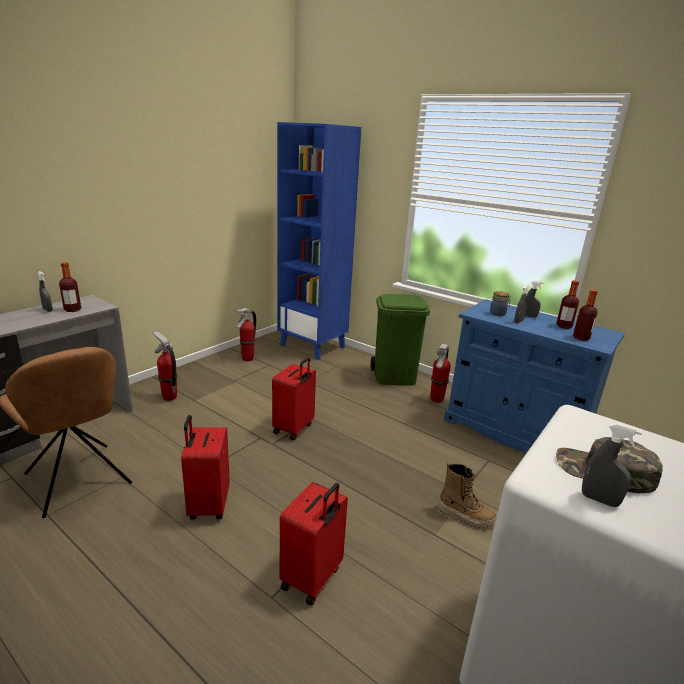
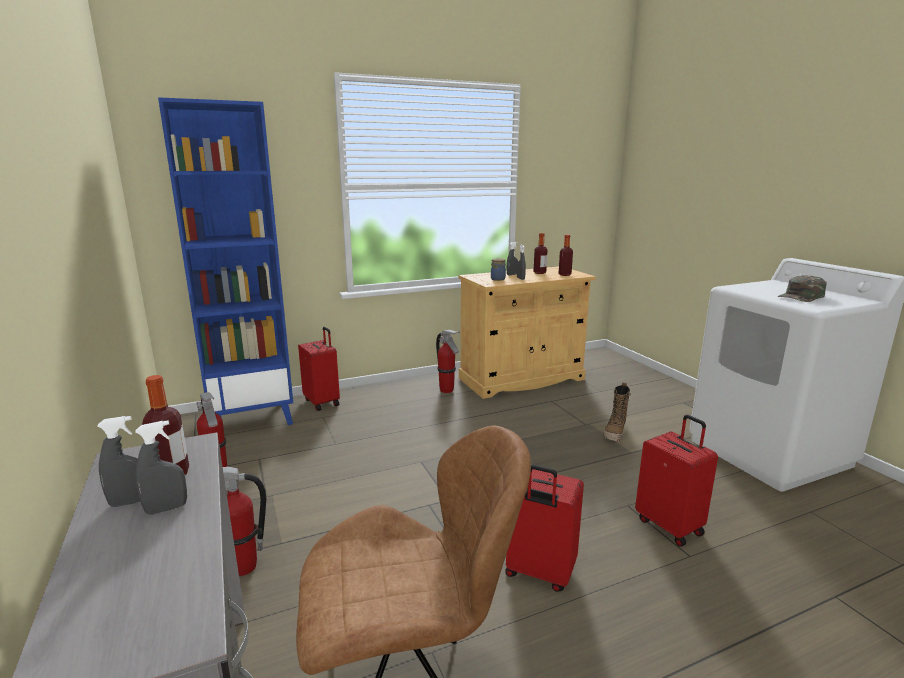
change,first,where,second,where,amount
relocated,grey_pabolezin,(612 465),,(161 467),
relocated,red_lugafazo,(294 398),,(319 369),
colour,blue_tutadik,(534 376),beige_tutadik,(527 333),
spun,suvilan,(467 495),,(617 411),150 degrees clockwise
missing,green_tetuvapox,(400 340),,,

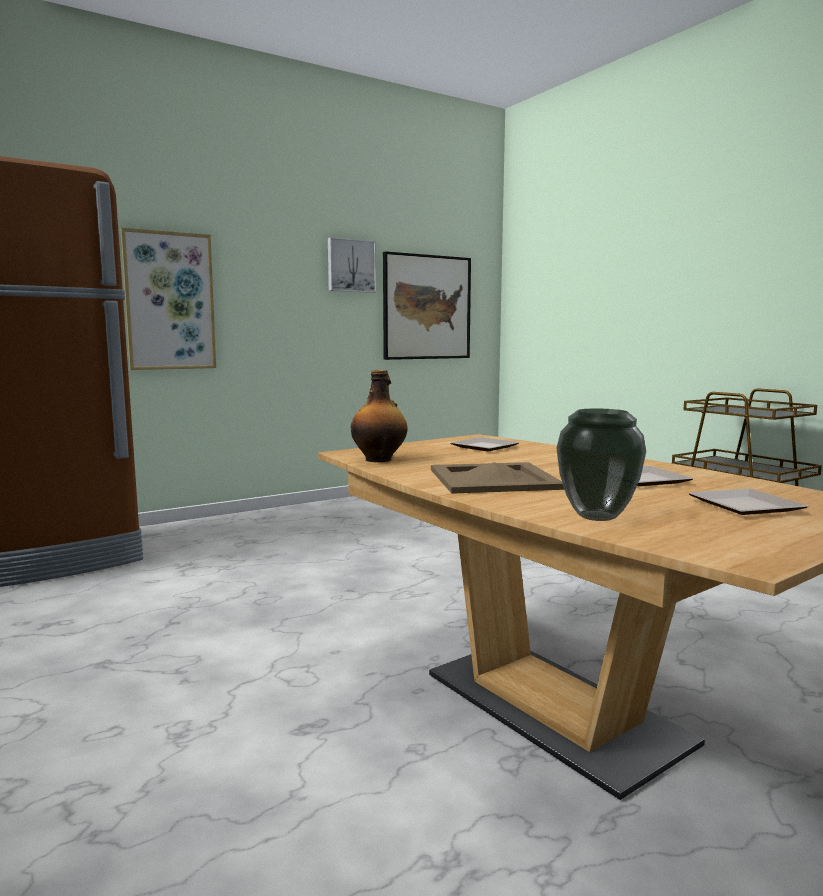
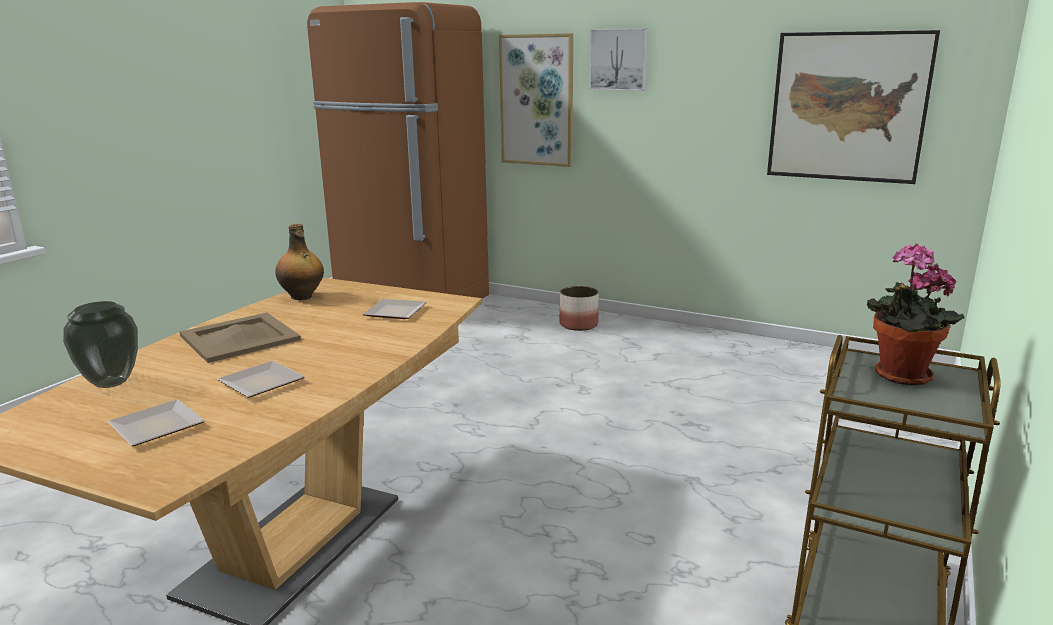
change,first,where,second,where,amount
appeared,,,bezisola,(579 308),
relocated,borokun,(352 265),,(618 59),
appeared,,,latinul,(915 314),

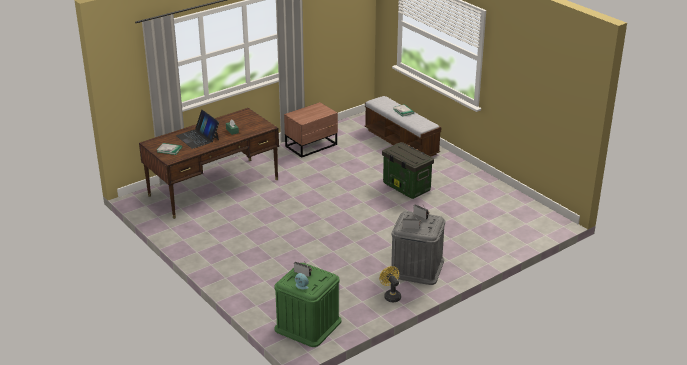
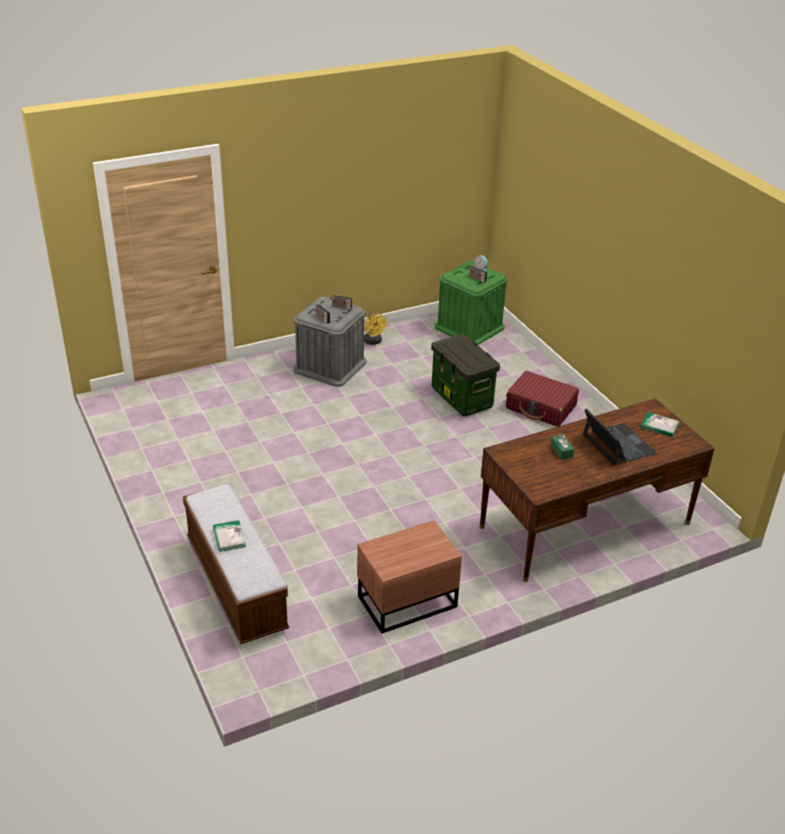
change,first,where,second,where,amount
relocated,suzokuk,(408 170),,(465 375),
appeared,,,red_lugafazo,(542 399),

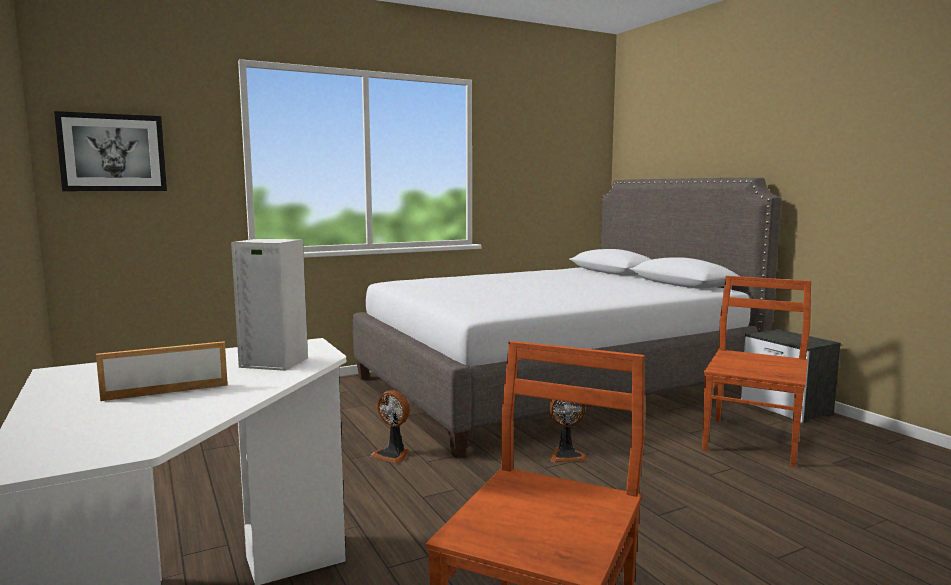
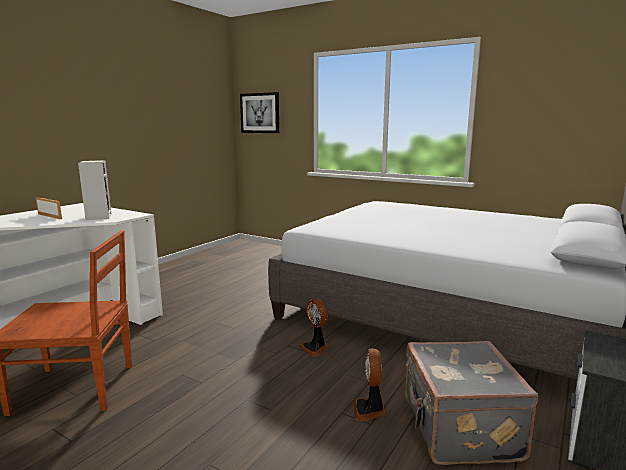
change,first,where,second,where,amount
relocated,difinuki,(390 427),,(369 385),
exchanged,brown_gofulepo,(756 371),grey_lugafazo,(471 403),

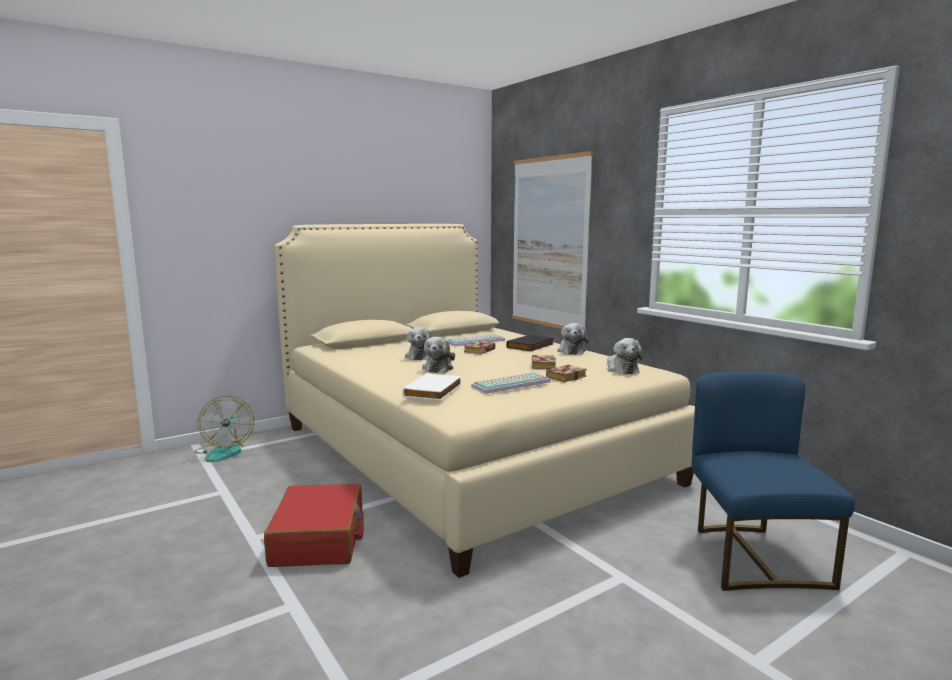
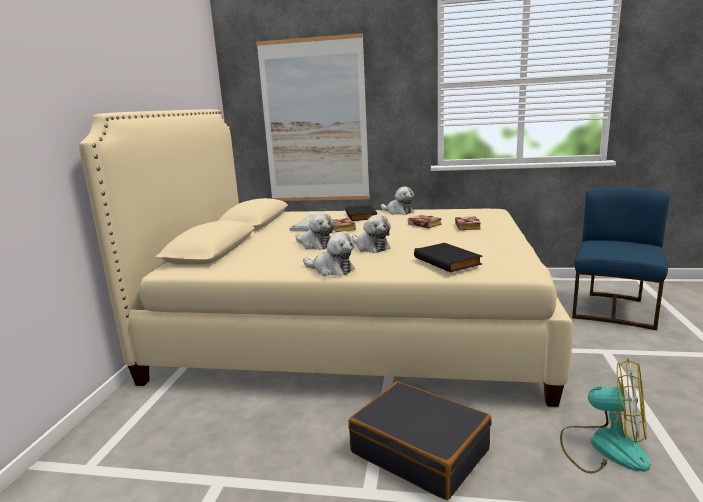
change,first,where,second,where,amount
relocated,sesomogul,(624 356),,(329 254),
colour,red_lugafazo,(314 525),black_lugafazo,(420 440),
colour,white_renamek,(432 387),black_renamek,(448 257),
relocated,difinuki,(224 429),,(605 415),
spun,blue_gofulepo,(773 481),,(621 258),75 degrees clockwise
missing,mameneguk,(511 383),,,

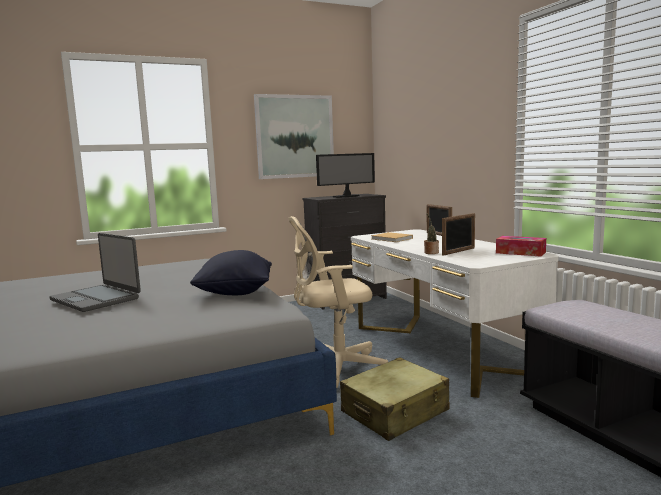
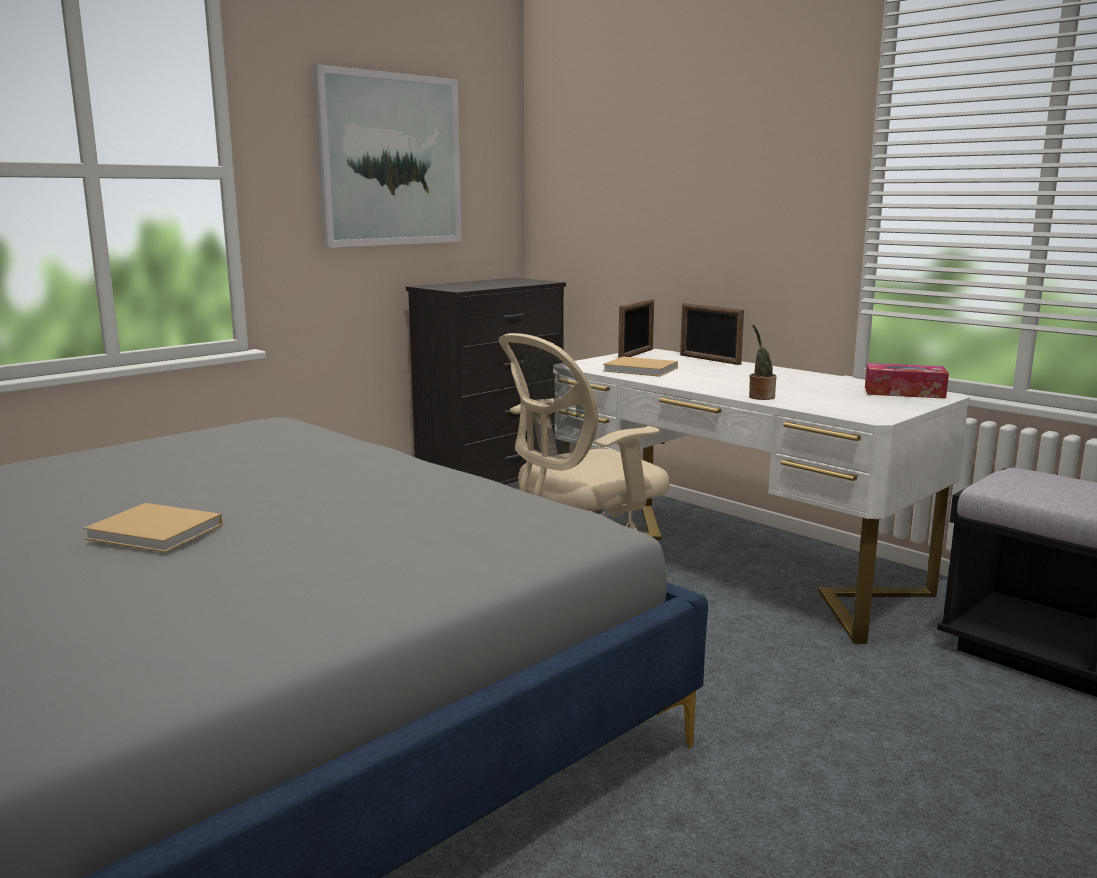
change,first,where,second,where,amount
exchanged,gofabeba,(95 272),beige_renamek,(153 528),
relocated,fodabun,(458 234),,(636 328),
missing,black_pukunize,(231 272),,,
missing,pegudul,(345 175),,,
missing,beige_lugafazo,(395 399),,,

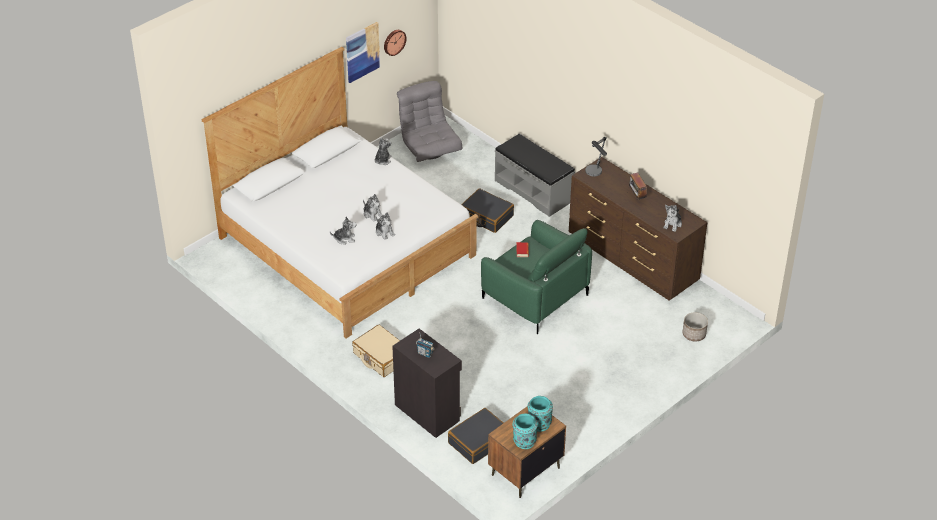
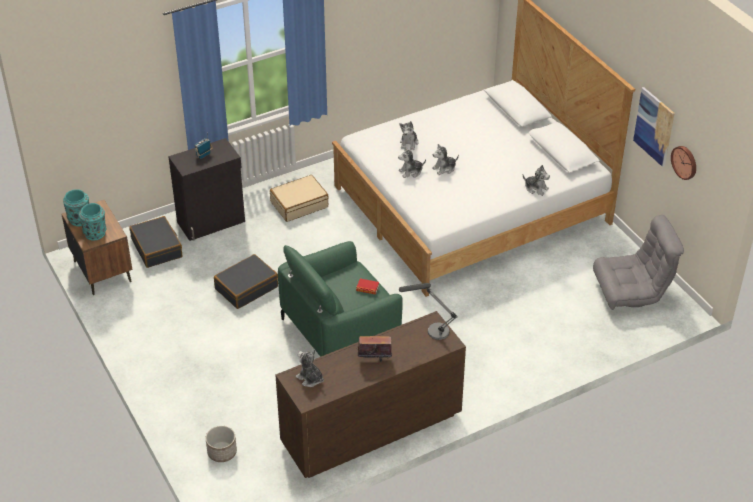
change,first,where,second,where,amount
relocated,black_lugafazo,(487 210),,(246 281),
missing,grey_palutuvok,(535 175),,,

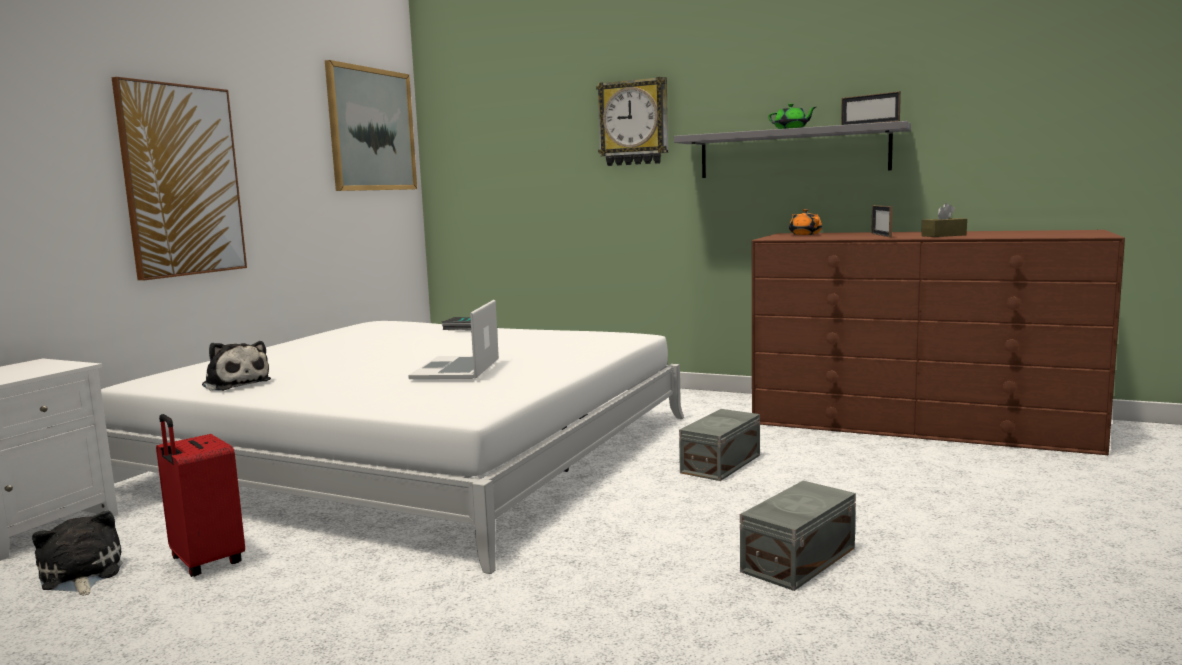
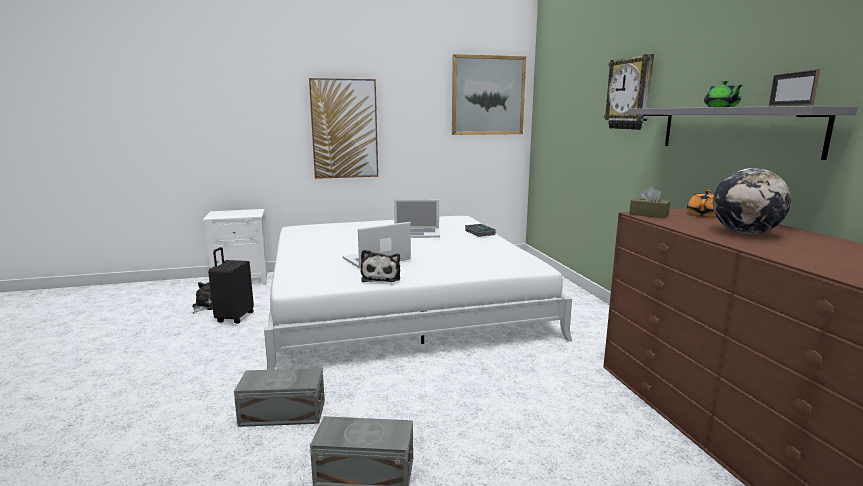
change,first,where,second,where,amount
colour,red_lugafazo,(200 495),black_lugafazo,(231 285),
relocated,grey_suzokuk,(719 445),,(279 397),
relocated,sesomogul,(236 366),,(380 266),
appeared,,,gofabeba,(417 219),
relocated,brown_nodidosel,(944 220),,(650 202),
exchanged,fodabun,(882 221),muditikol,(752 201),

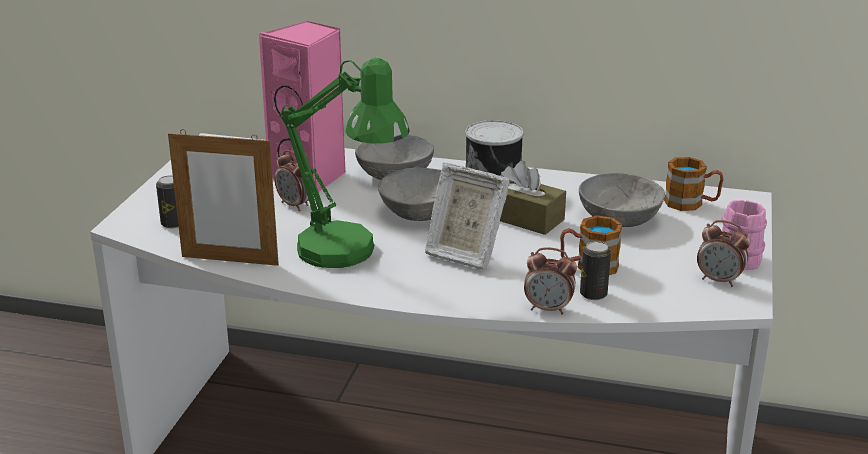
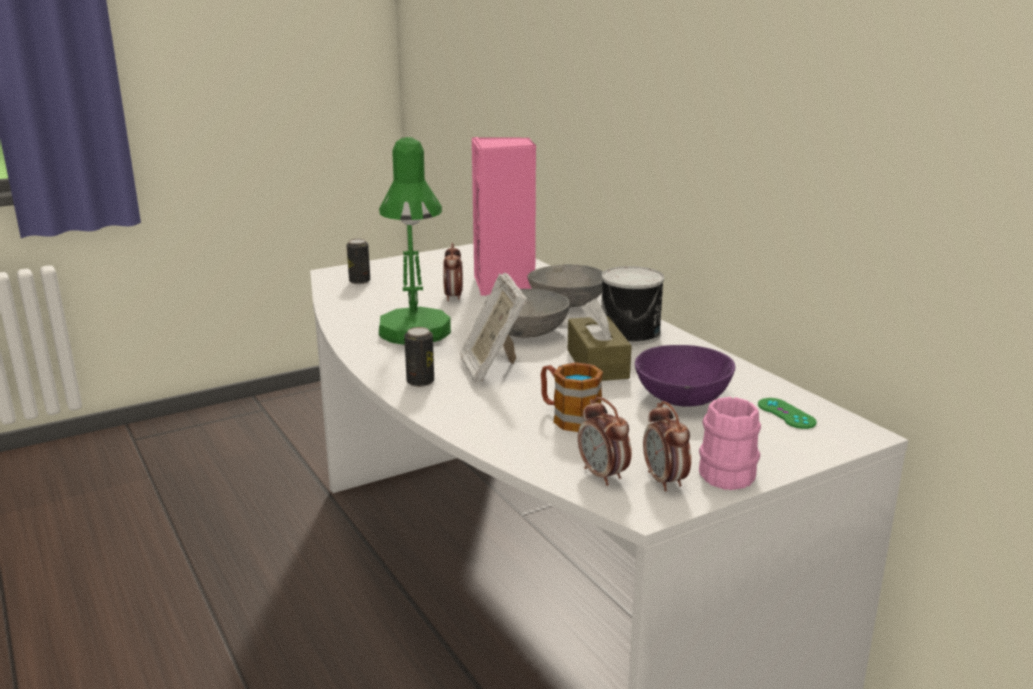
change,first,where,second,where,amount
relocated,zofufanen,(595 270),,(419 357),
relocated,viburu,(550 281),,(605 441),
colour,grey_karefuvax,(622 200),purple_karefuvax,(685 376),
exchanged,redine,(693 184),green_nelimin,(787 413),
missing,fodabun,(223 197),,,

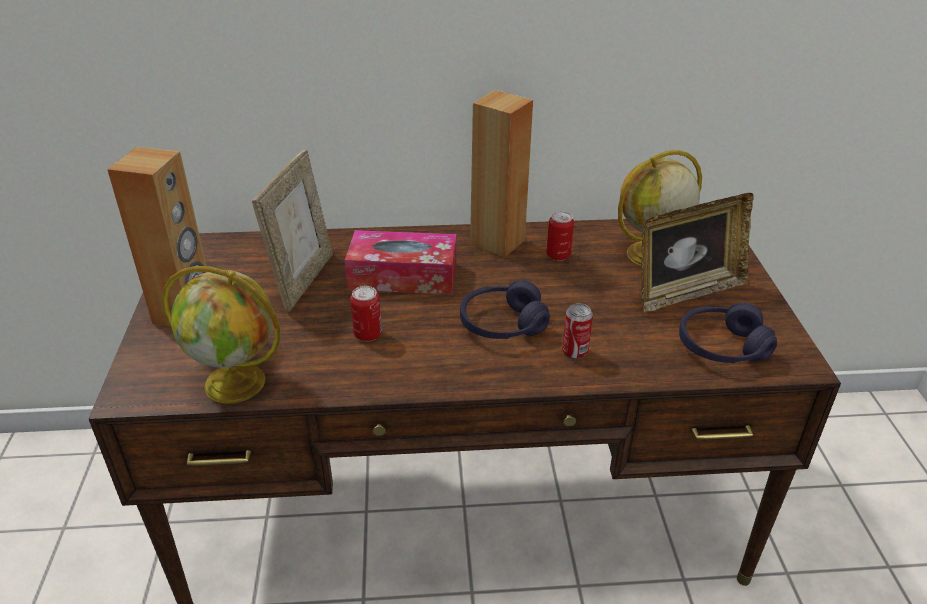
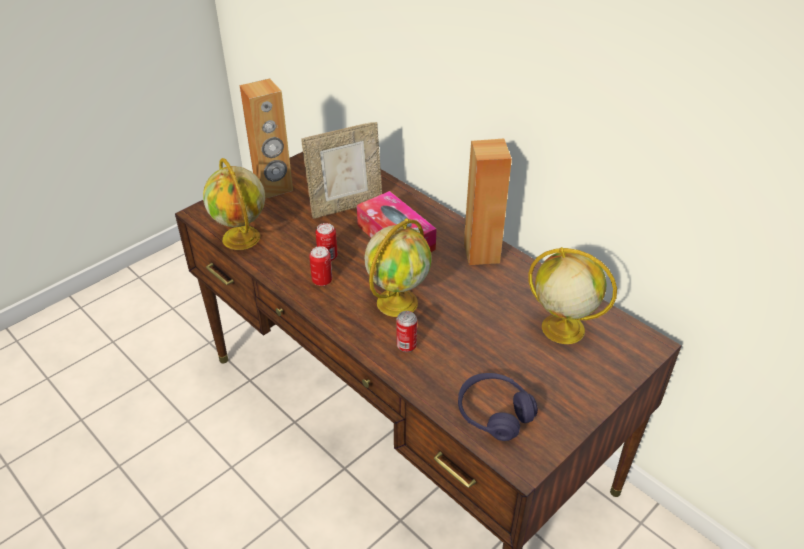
change,first,where,second,where,amount
relocated,zofufanen,(560 236),,(320 266),
exchanged,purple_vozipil,(505 309),muditikol,(398 267),
missing,fodabun,(697 252),,,

